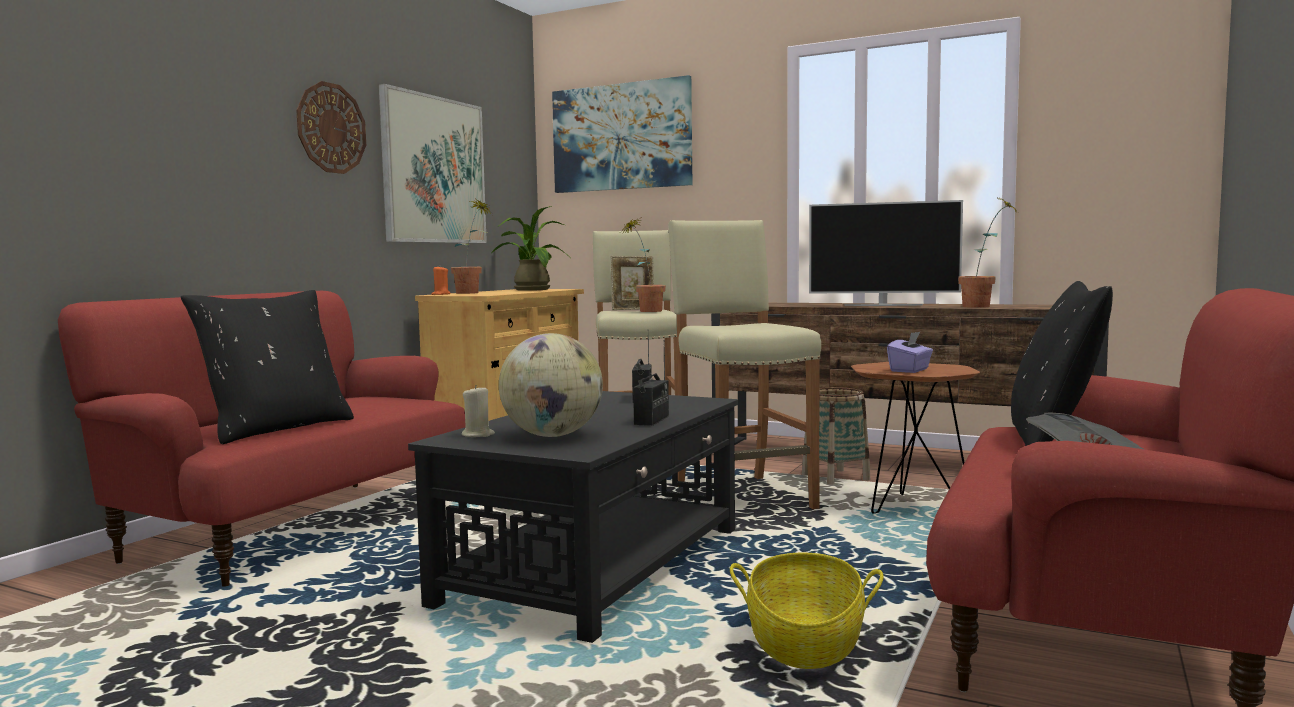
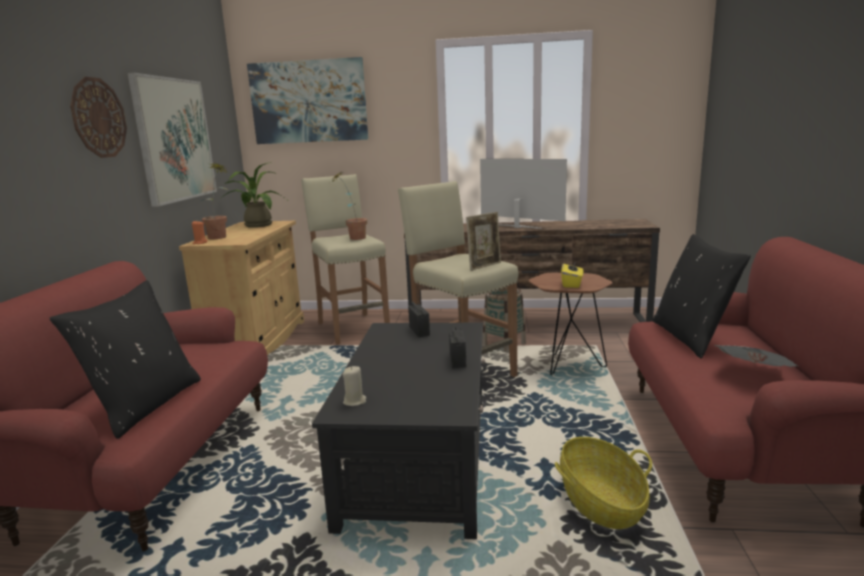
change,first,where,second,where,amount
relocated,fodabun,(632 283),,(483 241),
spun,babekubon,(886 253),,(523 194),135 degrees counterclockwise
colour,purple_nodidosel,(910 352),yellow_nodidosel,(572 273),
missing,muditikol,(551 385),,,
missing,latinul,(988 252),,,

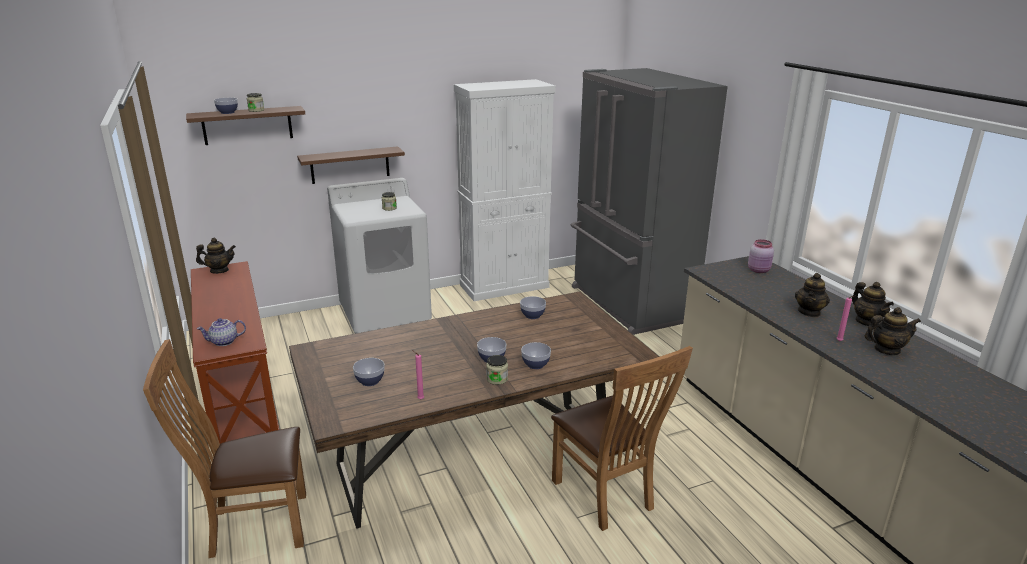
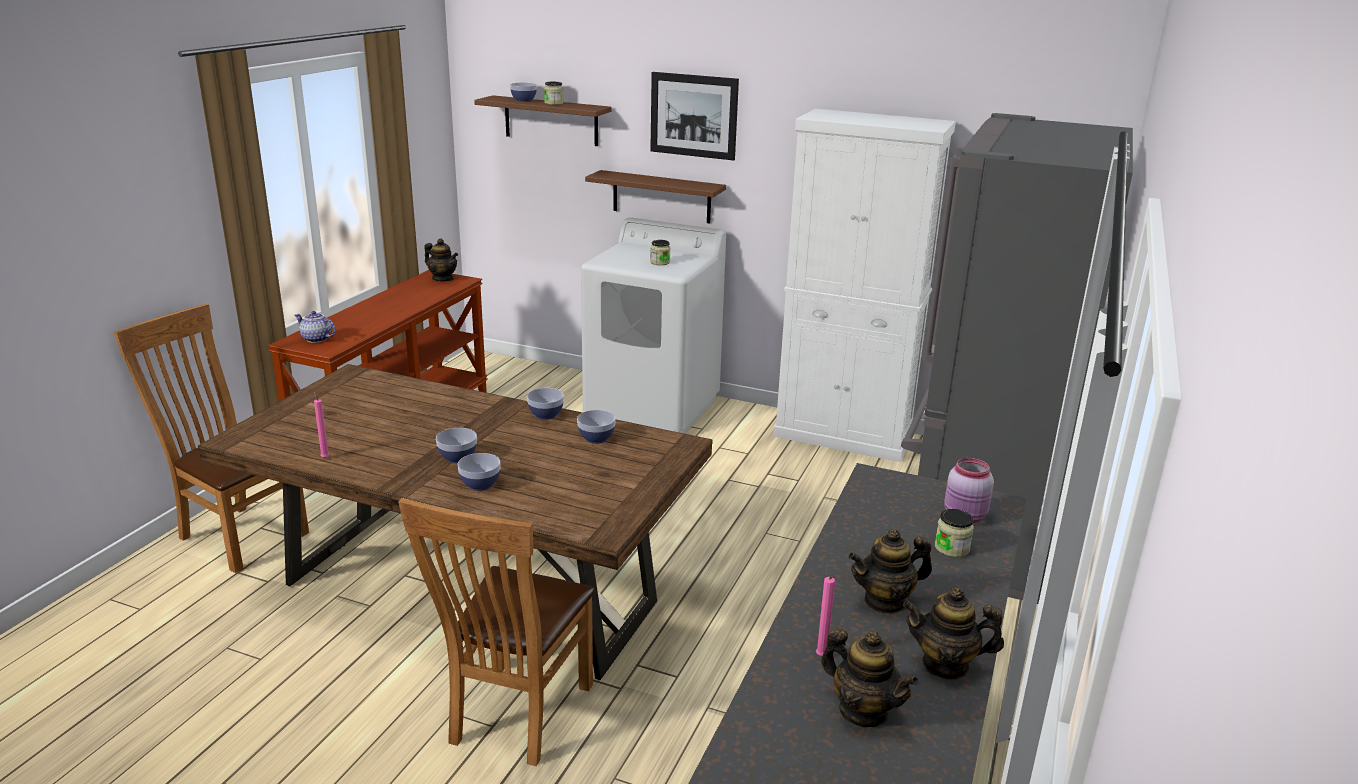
change,first,where,second,where,amount
relocated,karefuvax,(369 372),,(545 404),
appeared,,,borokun,(694 116),
spun,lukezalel,(873 304),,(953 633),75 degrees clockwise
relocated,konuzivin,(497 370),,(954 533),

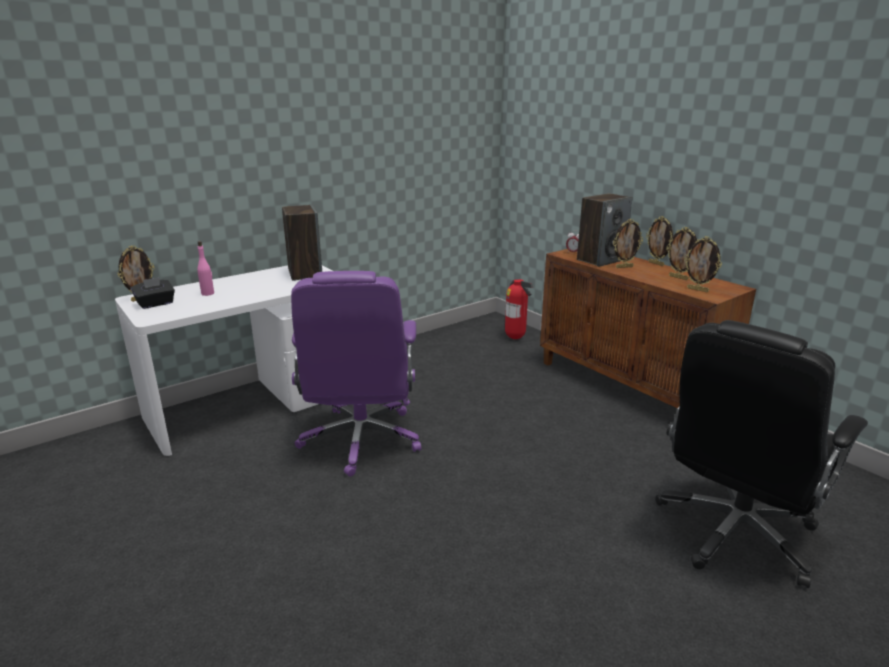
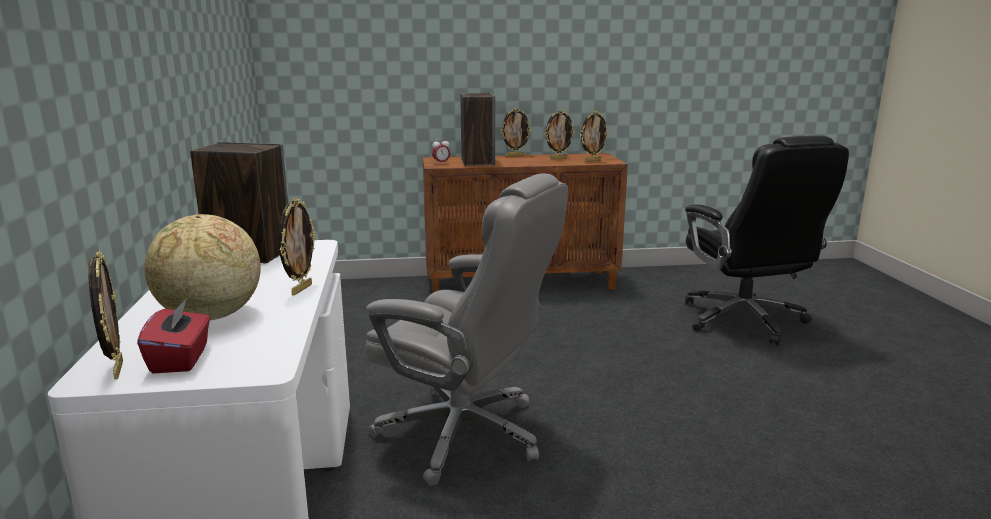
change,first,where,second,where,amount
colour,black_nodidosel,(153 293),red_nodidosel,(173 336),
exchanged,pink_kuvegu,(205 268),muditikol,(202 267),
relocated,fodabun,(628 243),,(297 247),
colour,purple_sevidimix,(356 374),grey_sevidimix,(466 329),
missing,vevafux,(519 309),,,

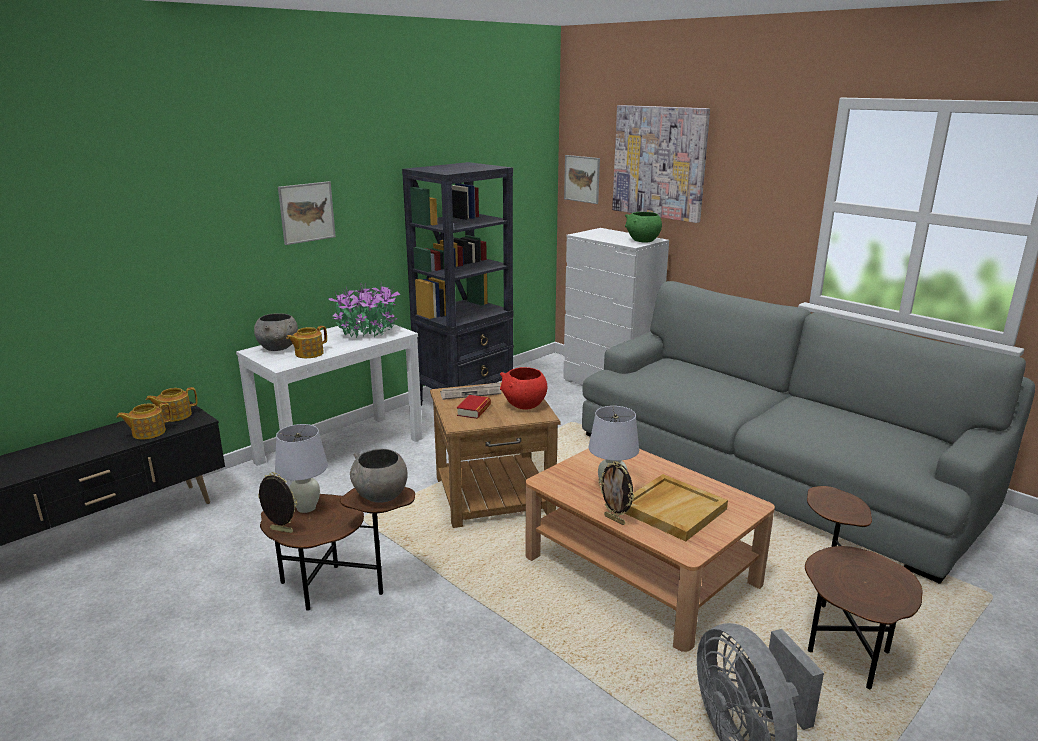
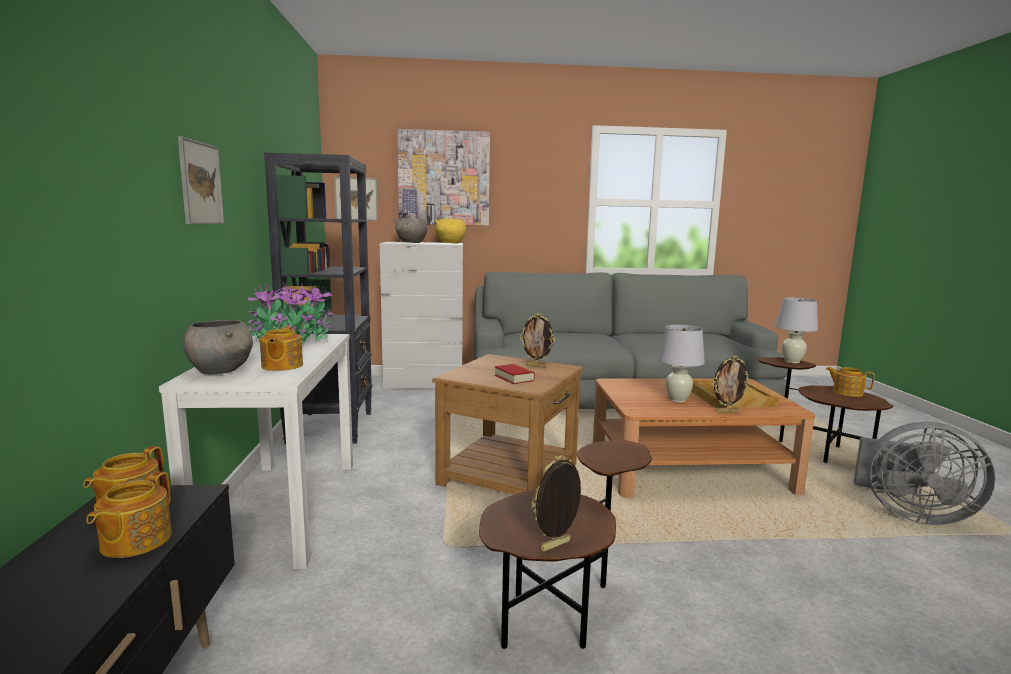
change,first,where,second,where,amount
relocated,grey_karefuvax,(379 476),,(410 230),
colour,green_karefuvax,(643 227),yellow_karefuvax,(450 231),
exchanged,red_karefuvax,(523 388),fodabun,(537 340),
relocated,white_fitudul,(301 468),,(797 330),
appeared,,,lukezalel,(850 382),
missing,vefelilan,(470 391),,,

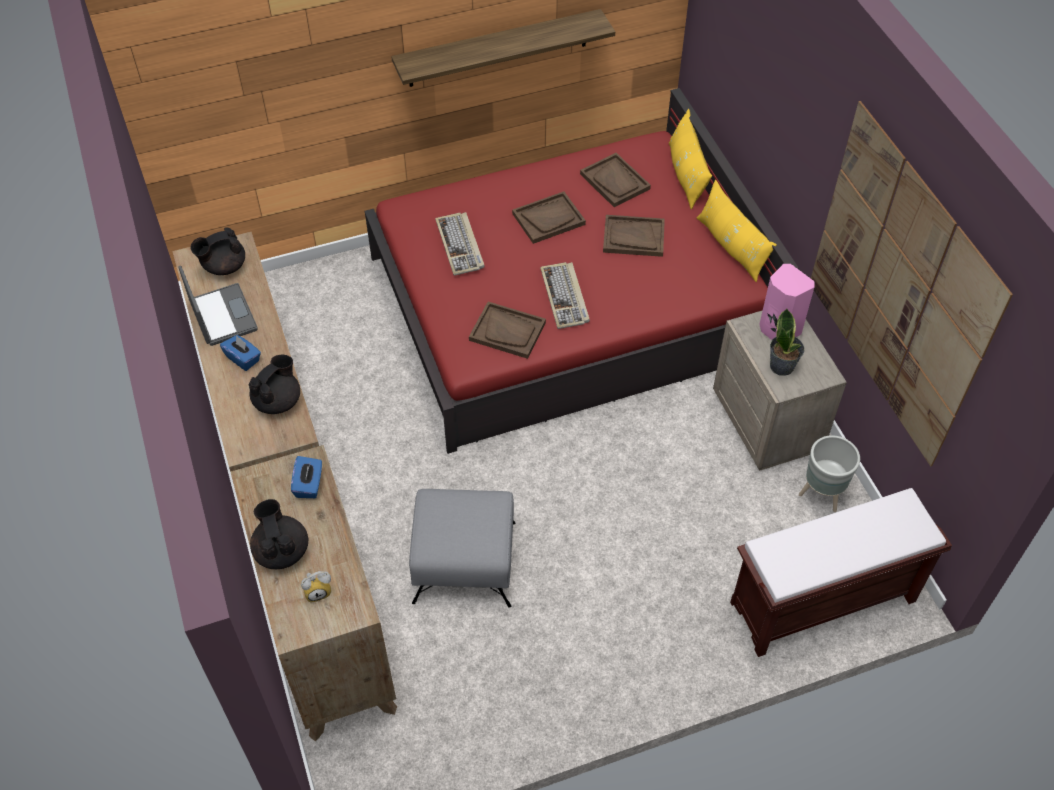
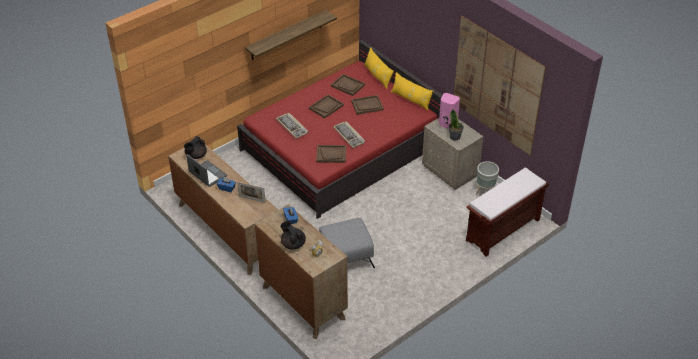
change,first,where,second,where,amount
exchanged,black_lukezalel,(274 384),fodabun,(251 192),

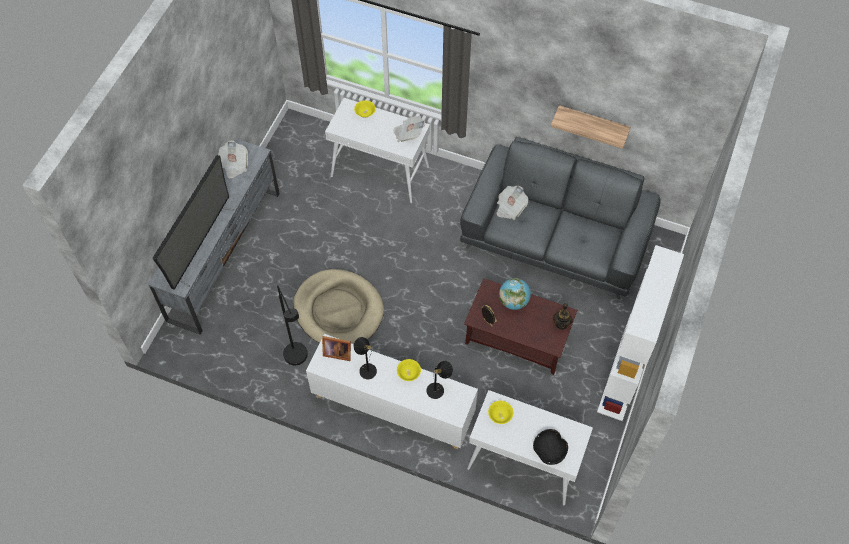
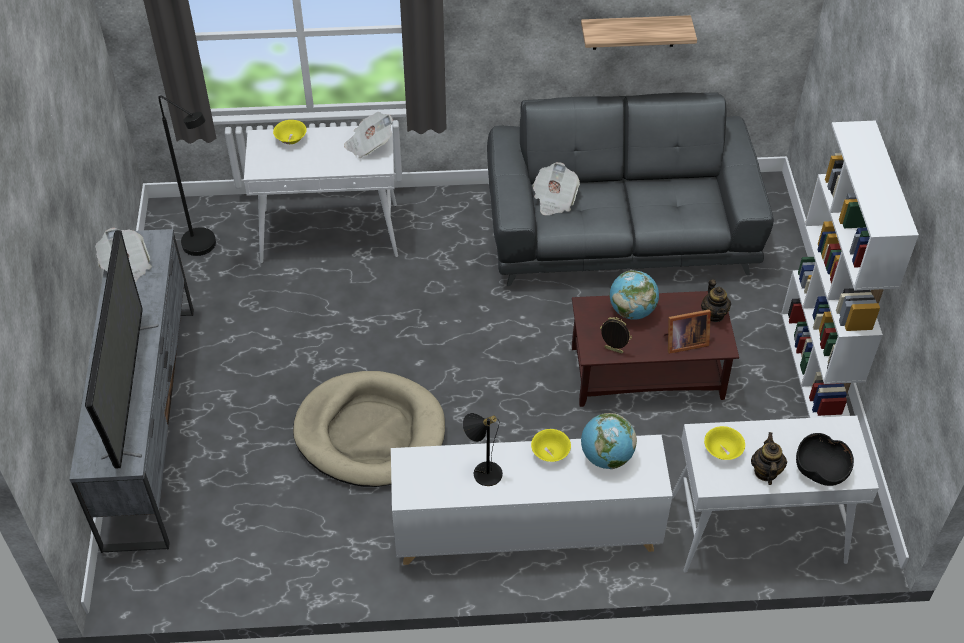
change,first,where,second,where,amount
relocated,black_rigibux,(292 325),,(187 175),
exchanged,black_fitudul,(440 380),muditikol,(609 441),
relocated,fodabun,(336 348),,(687 331),
appeared,,,lukezalel,(769 458),

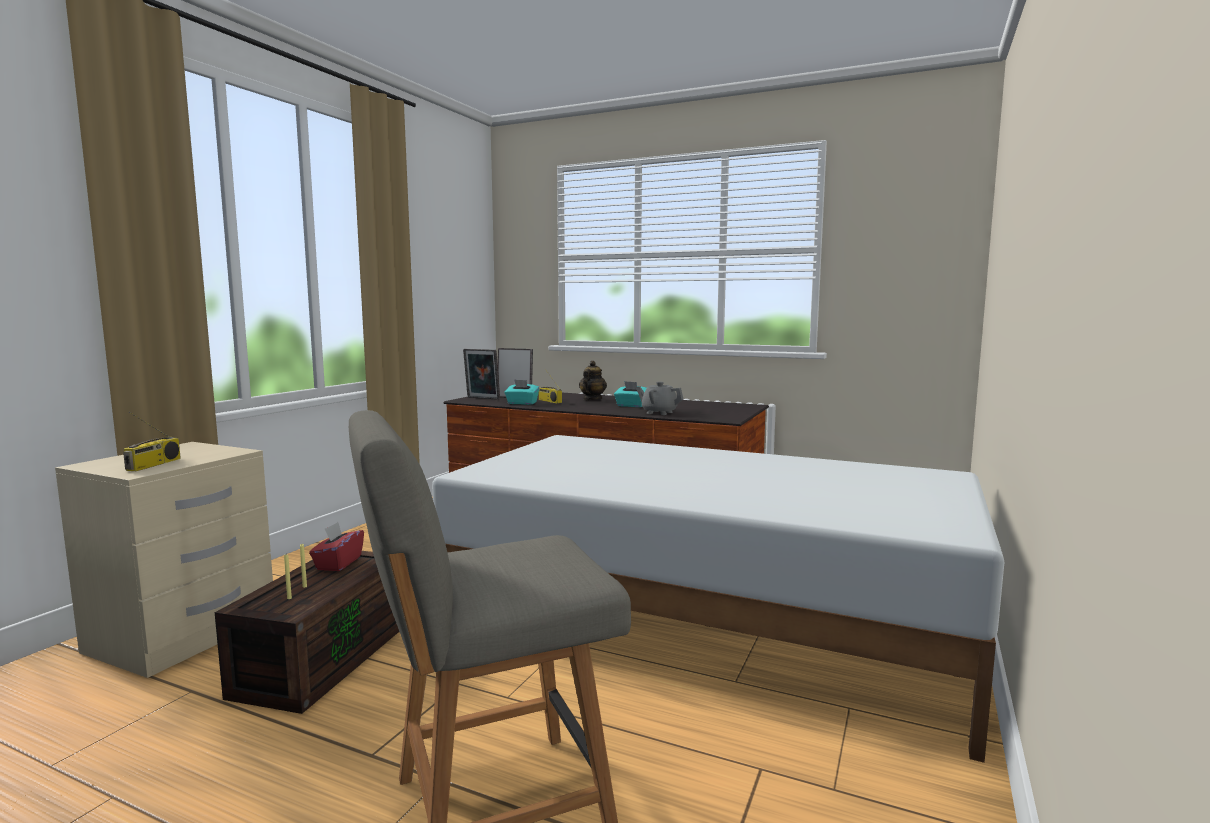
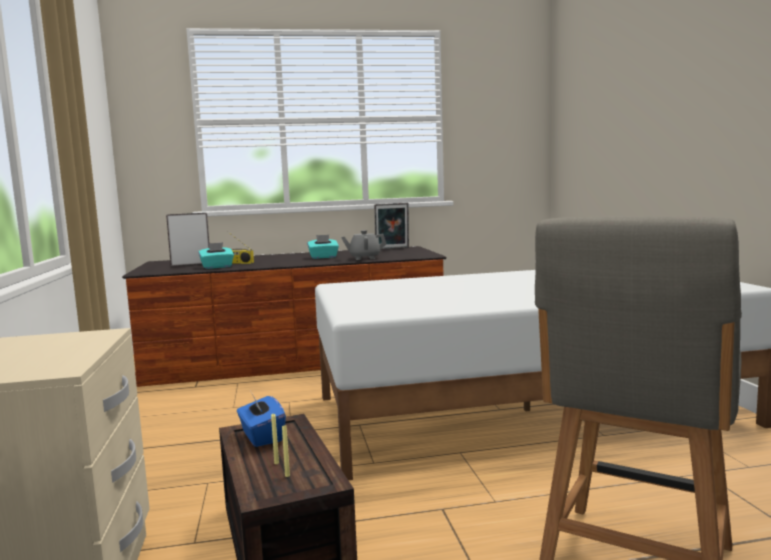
change,first,where,second,where,amount
colour,red_nodidosel,(336 546),blue_nodidosel,(261 420),
relocated,fodabun,(481 374),,(391 226),
missing,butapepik,(152 441),,,
missing,lukezalel,(593 380),,,

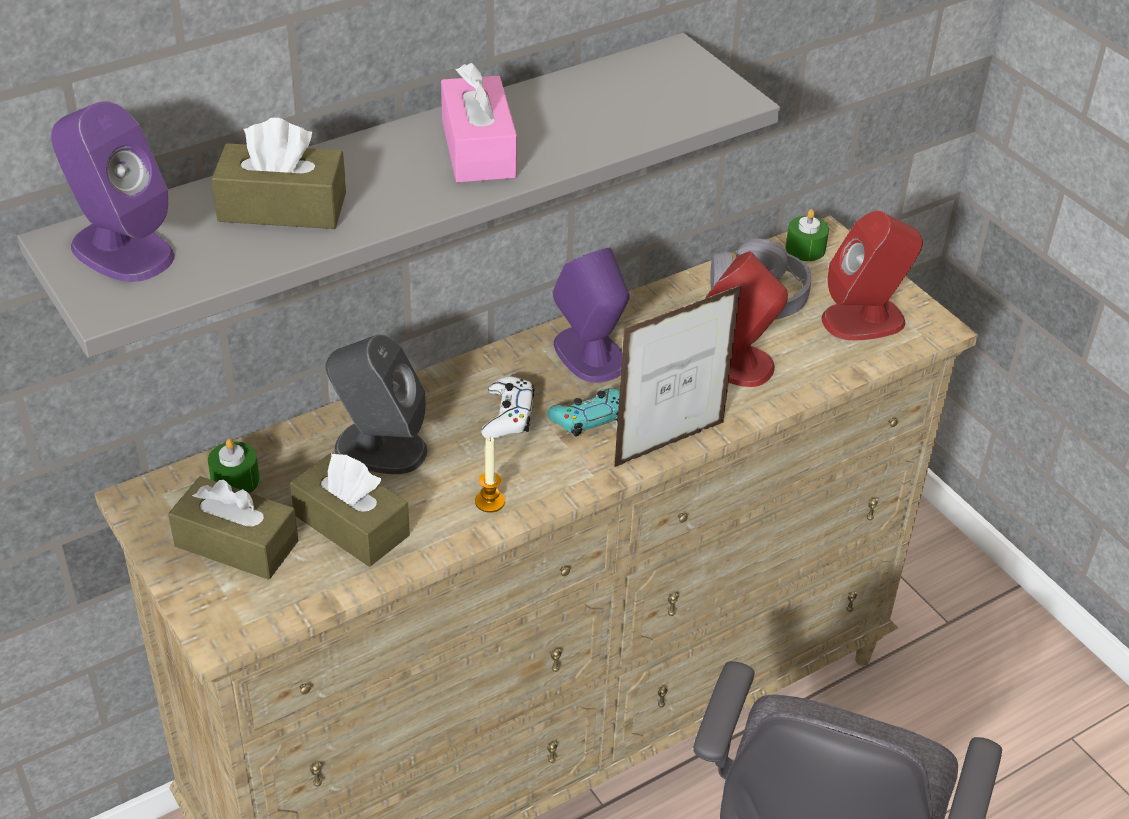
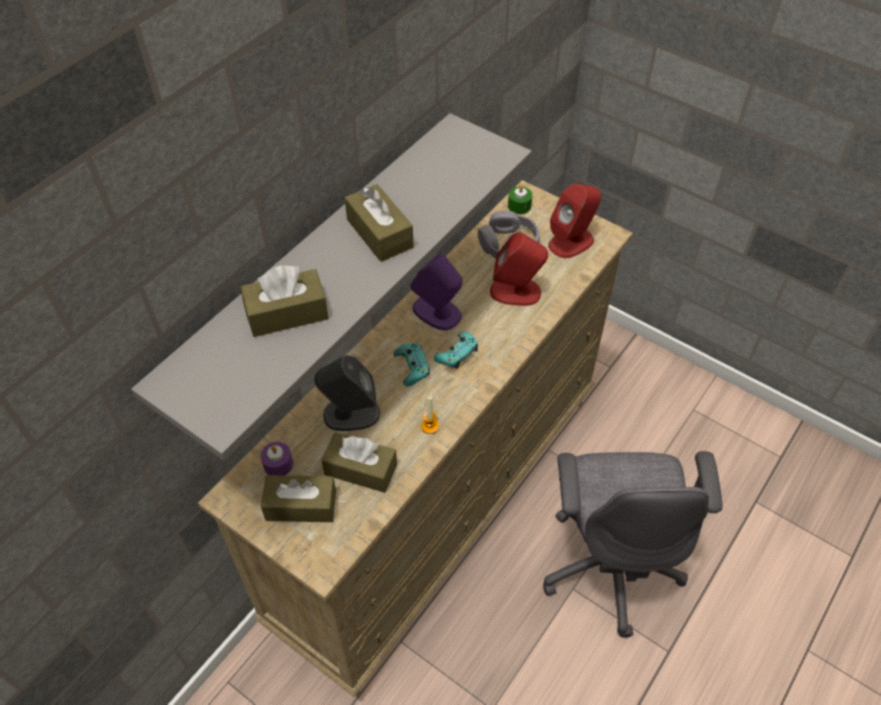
change,first,where,second,where,amount
colour,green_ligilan,(234 465),purple_ligilan,(277 458),
colour,pink_nodidosel,(479 123),brown_nodidosel,(379 223),
colour,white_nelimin,(507 407),turquoise_nelimin,(412 364),
missing,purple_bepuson,(113 191),,,
missing,fodabun,(678 376),,,

